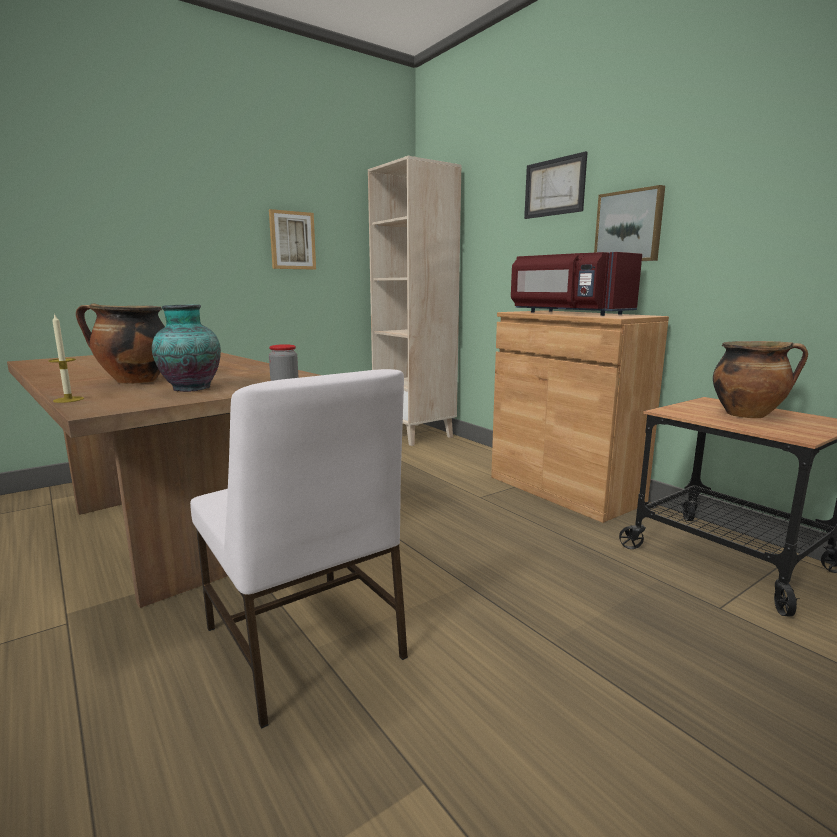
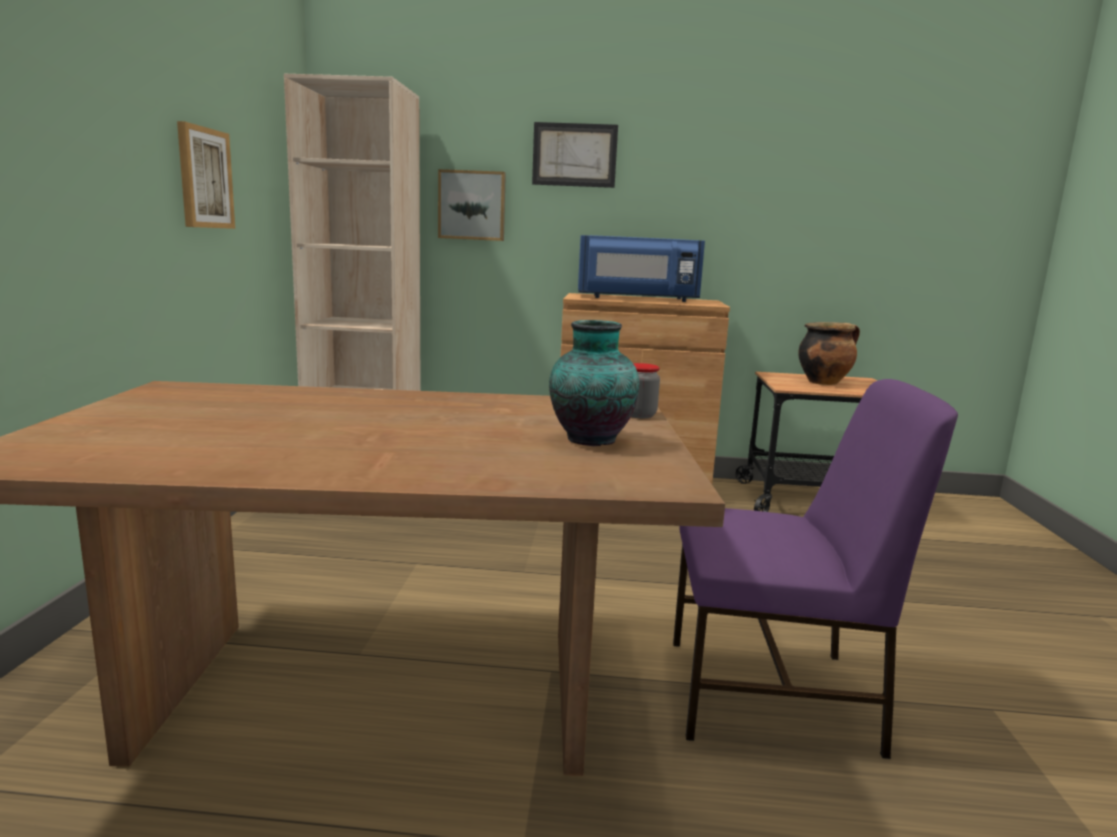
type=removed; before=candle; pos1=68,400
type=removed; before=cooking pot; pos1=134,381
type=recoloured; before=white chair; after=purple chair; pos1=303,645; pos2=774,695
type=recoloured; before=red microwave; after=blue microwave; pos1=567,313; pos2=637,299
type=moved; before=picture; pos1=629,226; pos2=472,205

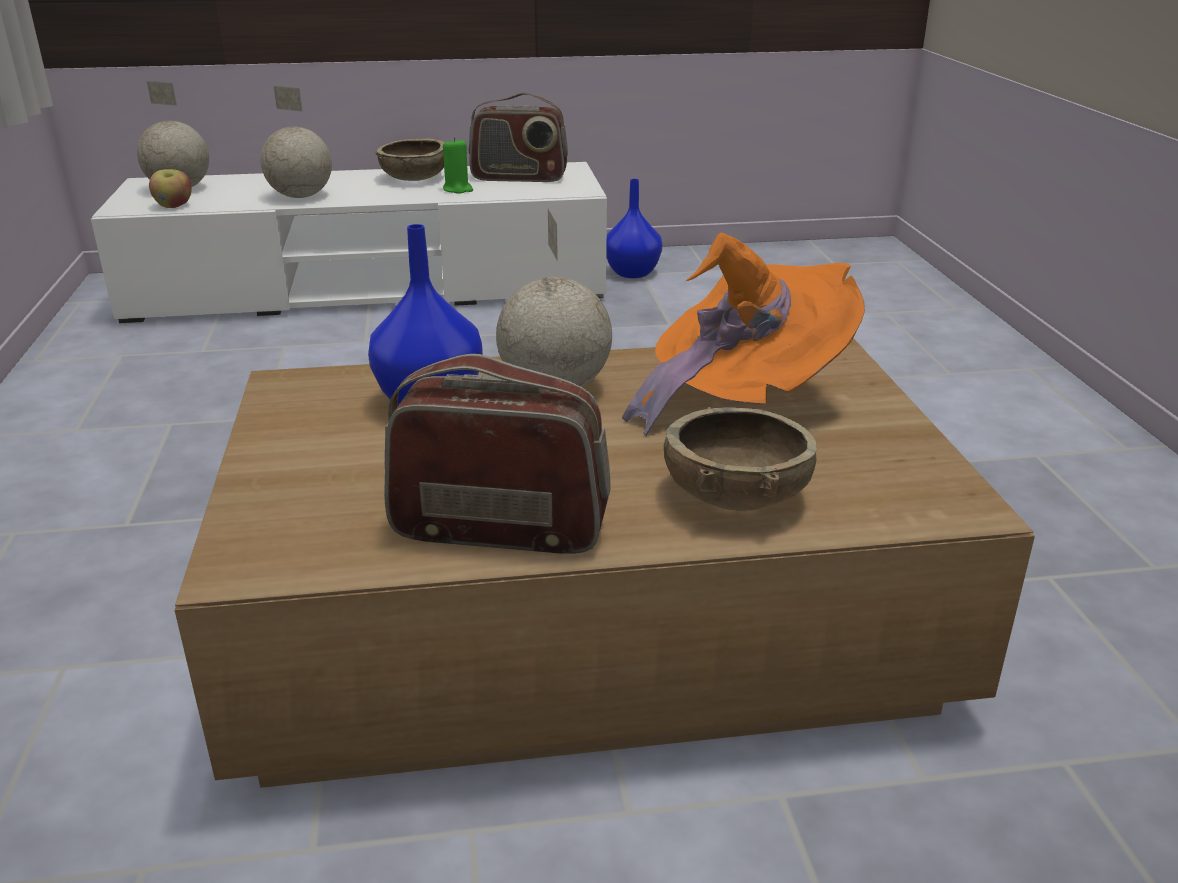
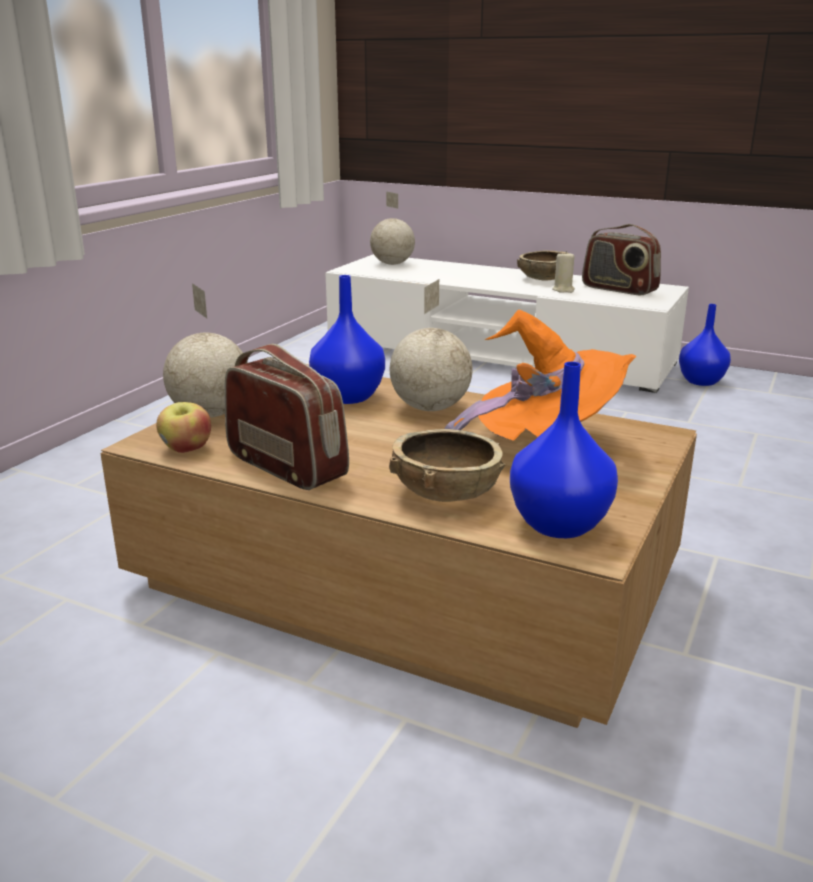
type=moved; before=apple; pos1=174,206; pos2=186,449
type=moved; before=globe; pos1=301,197; pos2=210,415
type=recoloured; before=green candle; after=beige candle; pos1=458,189; pos2=563,290
type=added; after=blue vase; pos2=557,524

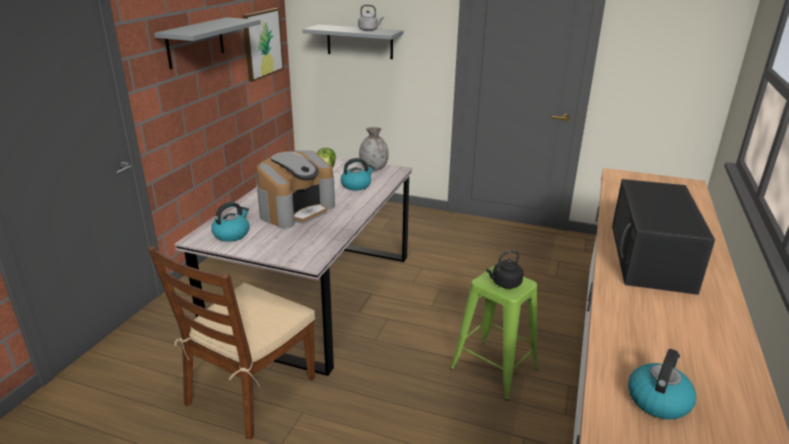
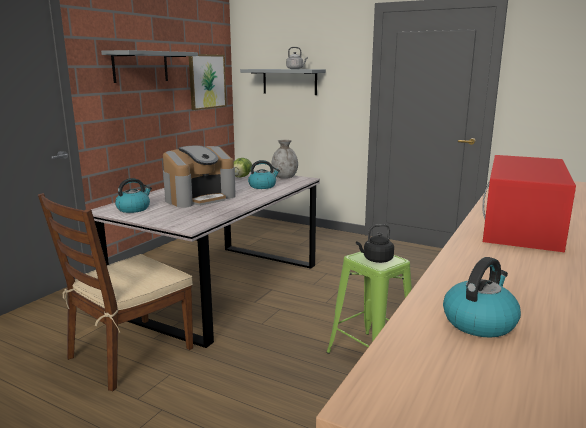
type=recoloured; before=black microwave; after=red microwave; pos1=651,257; pos2=522,226

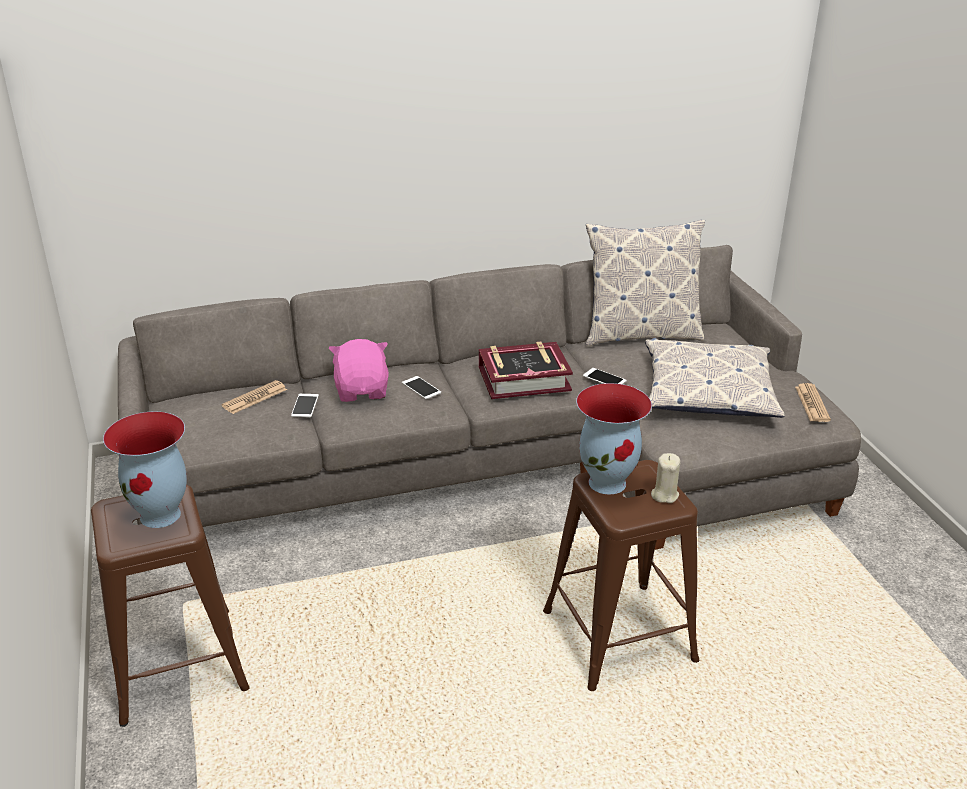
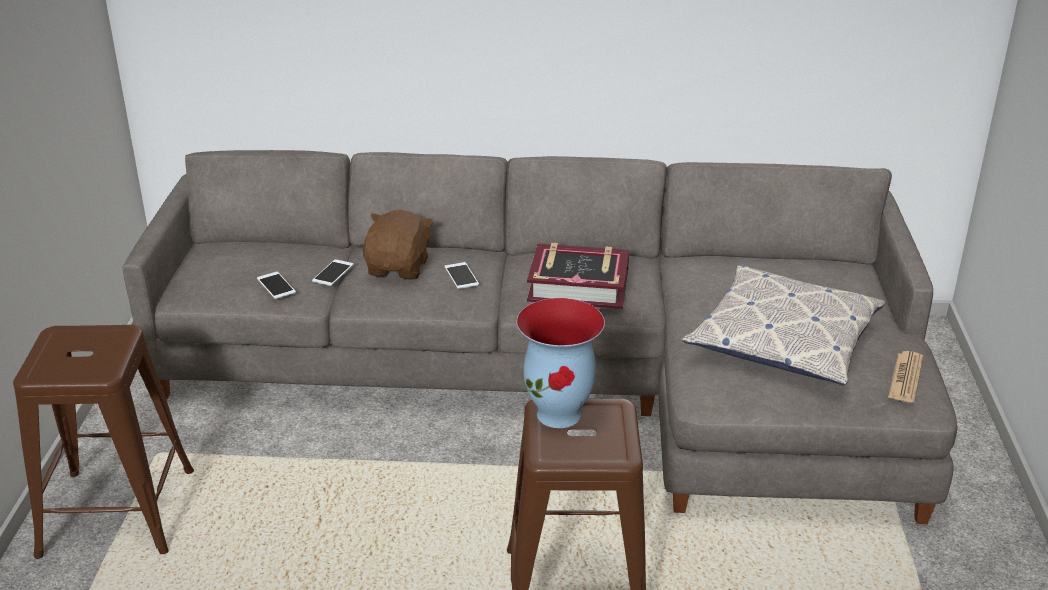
type=removed; before=vase; pos1=162,515
type=removed; before=newspaper; pos1=254,398
type=recoloured; before=pink plush toy; after=brown plush toy; pos1=362,391; pos2=399,268
type=moved; before=phone; pos1=604,378; pos2=276,285
type=removed; before=pillow; pos1=640,334
type=removed; before=beige candle; pos1=664,495

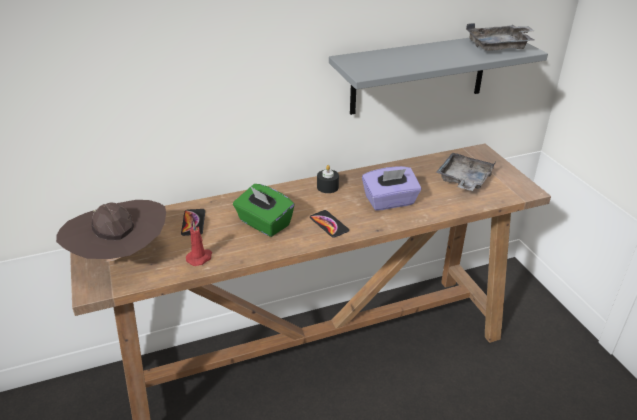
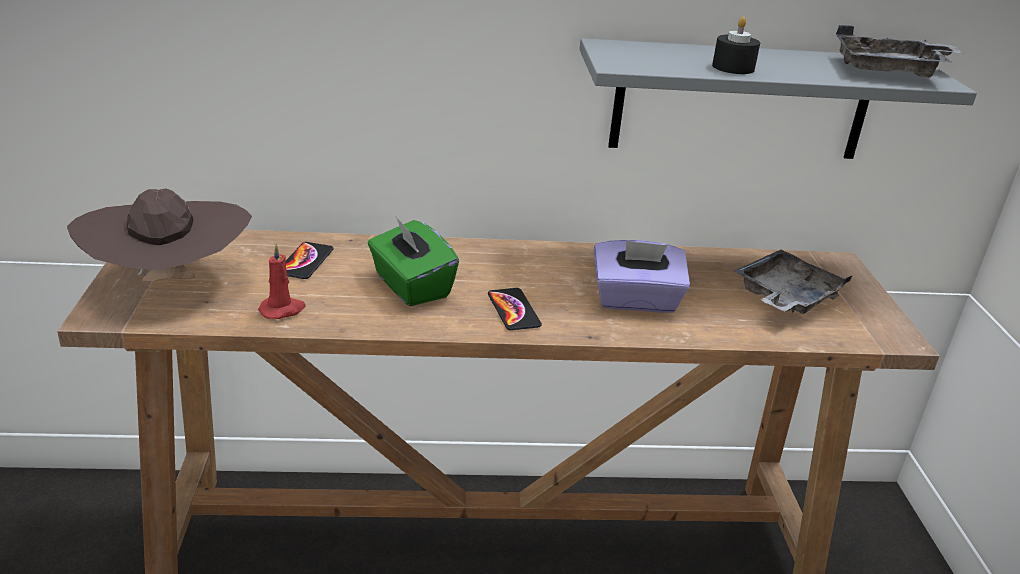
type=moved; before=black candle; pos1=327,187; pos2=733,67

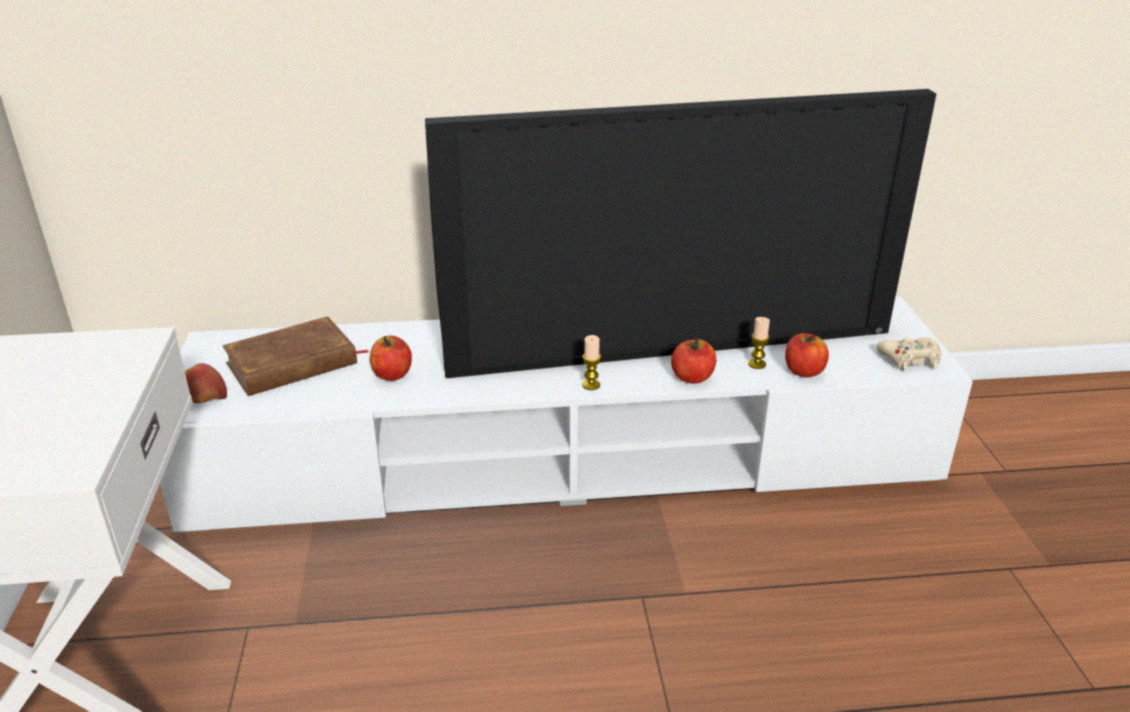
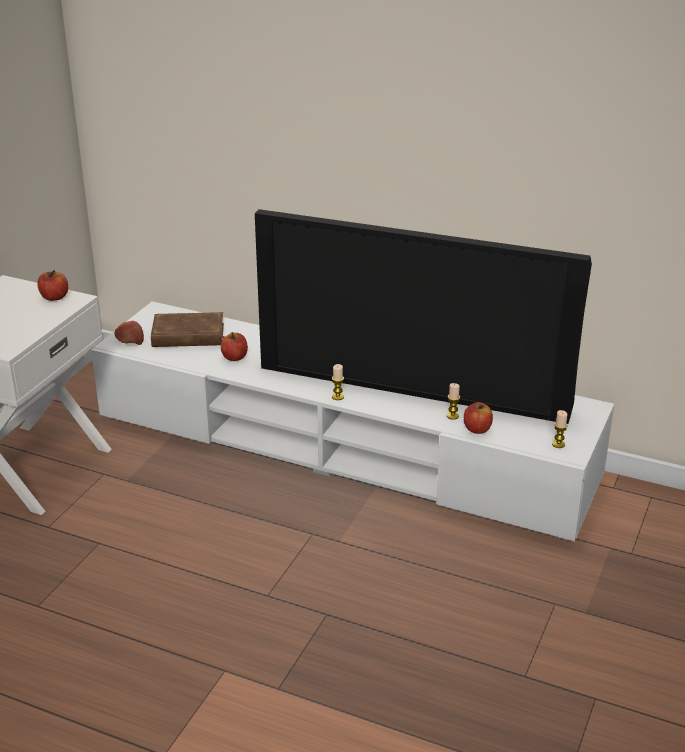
type=moved; before=apple; pos1=692,377; pos2=54,297
type=replaced; before=beige game controller; after=candle; pos1=910,360; pos2=558,444

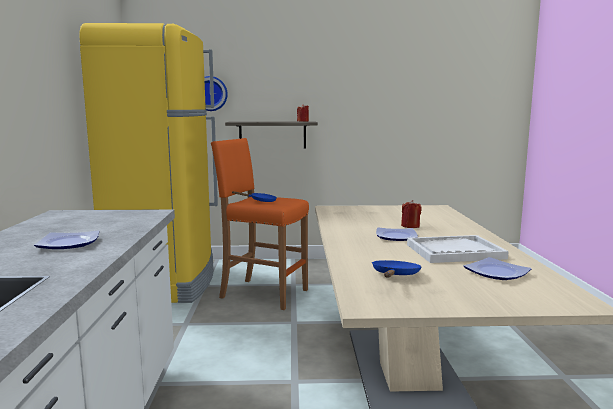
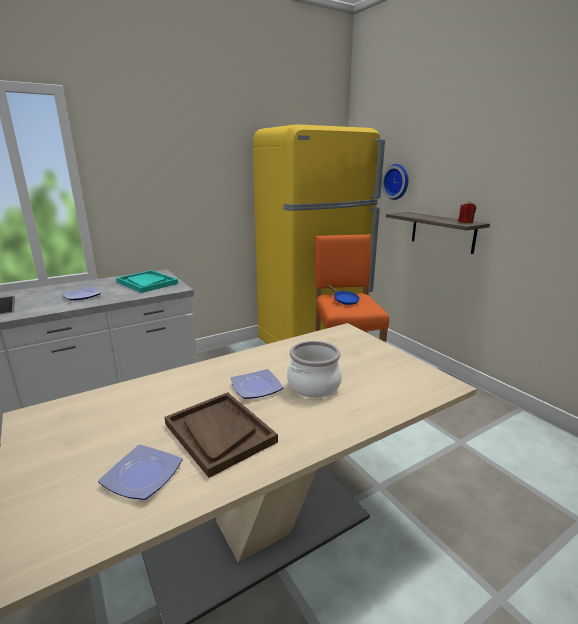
type=removed; before=blue frying pan; pos1=395,276
type=replaced; before=red candle; after=cooking pot; pos1=410,226; pos2=314,386
type=recoloured; before=white tray; after=brown tray; pos1=454,251; pos2=219,433
type=added; after=turquoise tray; pos2=147,283

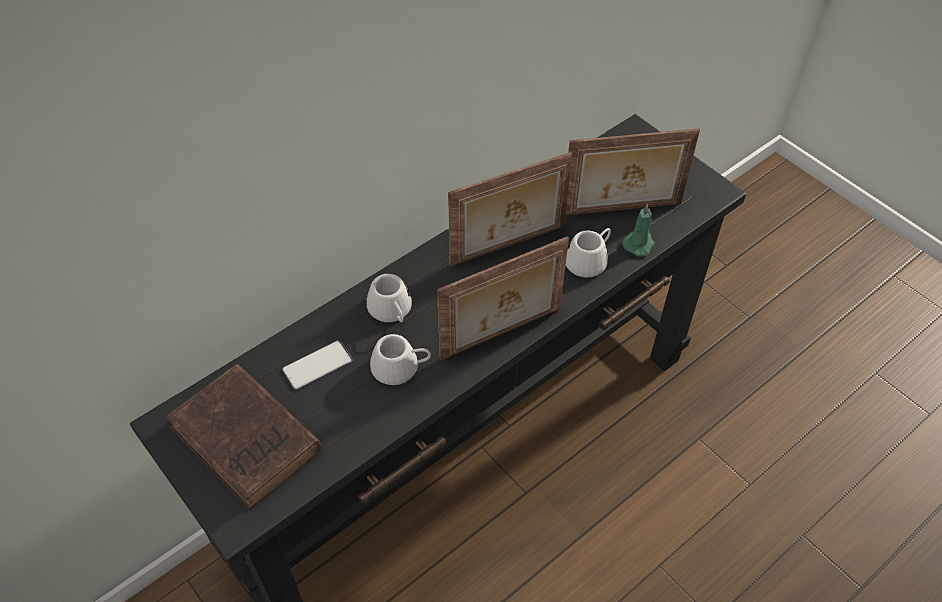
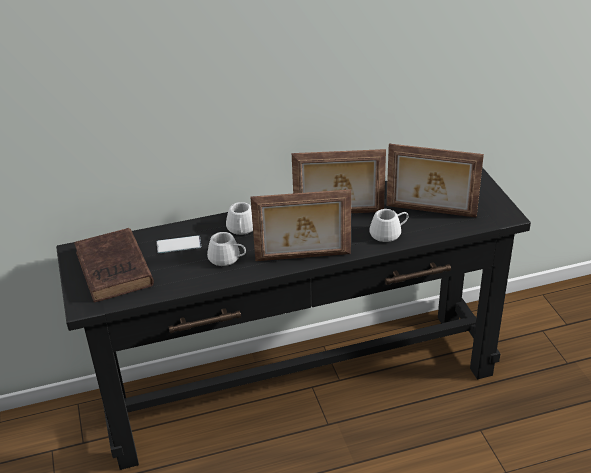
type=removed; before=green candle; pos1=639,243

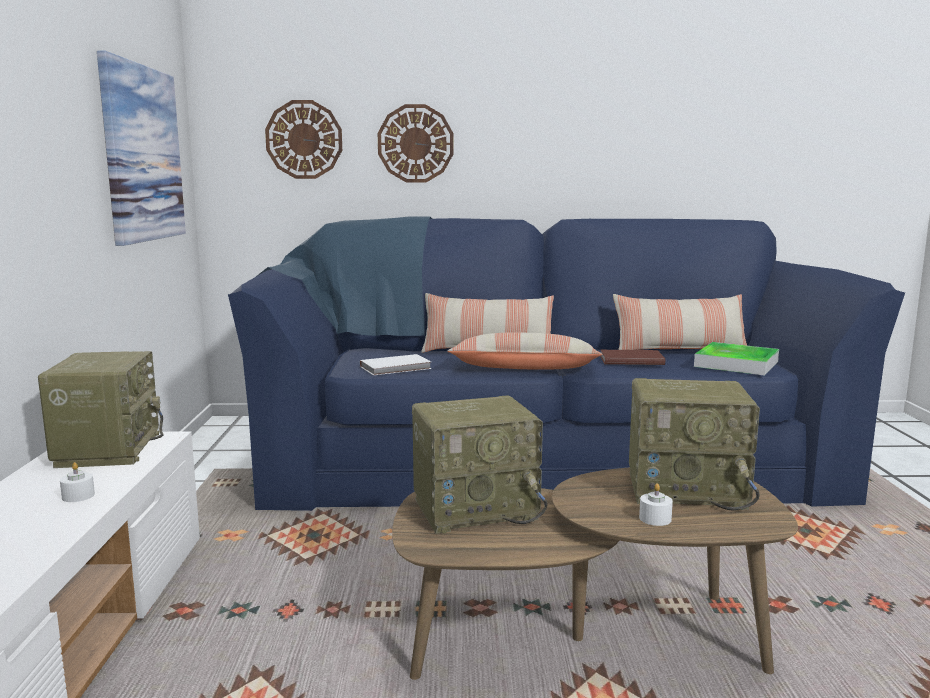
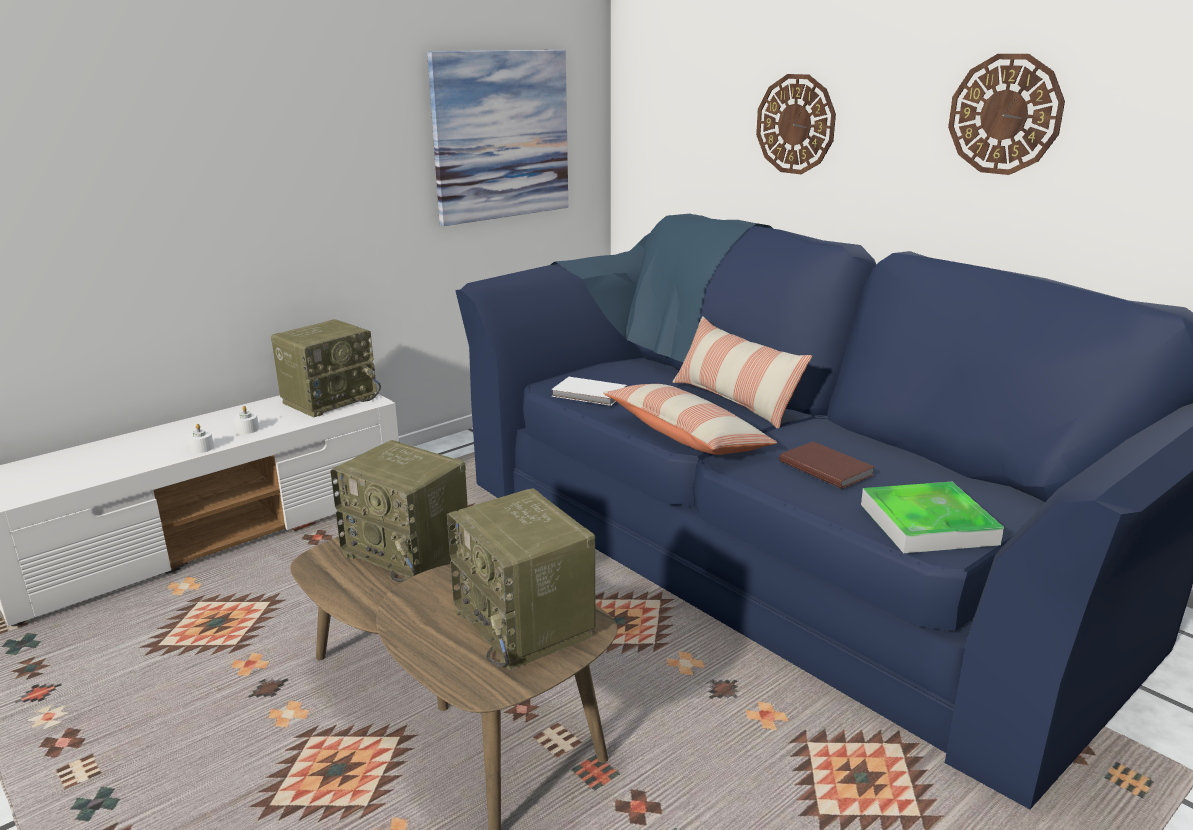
type=moved; before=wall clock; pos1=304,139; pos2=1005,114
type=removed; before=pillow; pos1=679,351
type=moved; before=white candle; pos1=655,518; pos2=202,448

